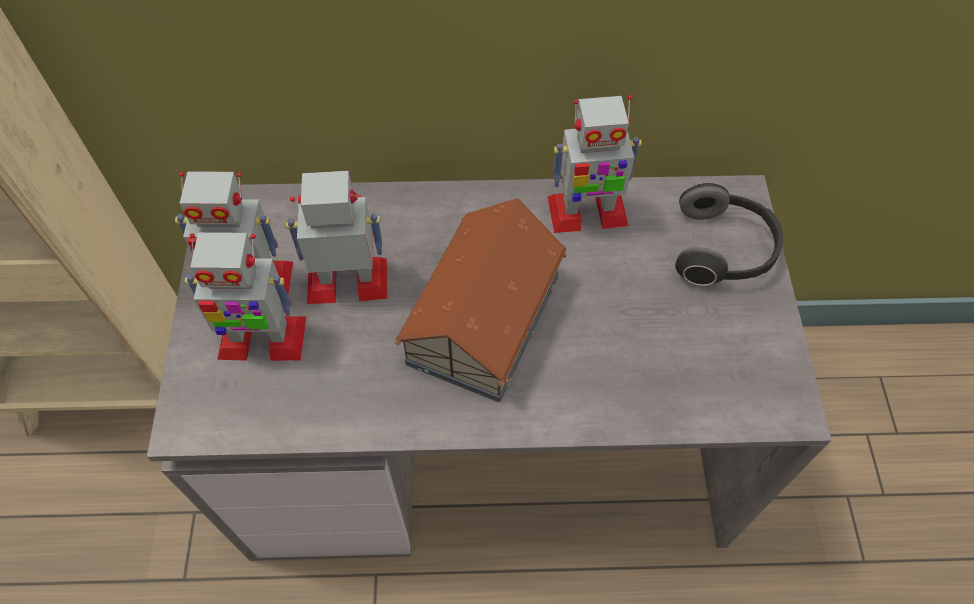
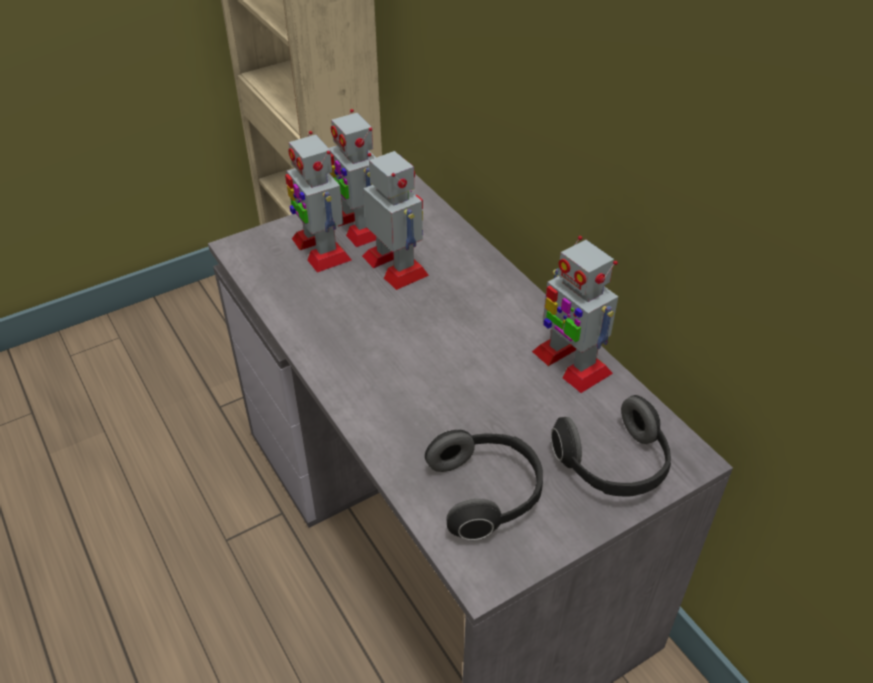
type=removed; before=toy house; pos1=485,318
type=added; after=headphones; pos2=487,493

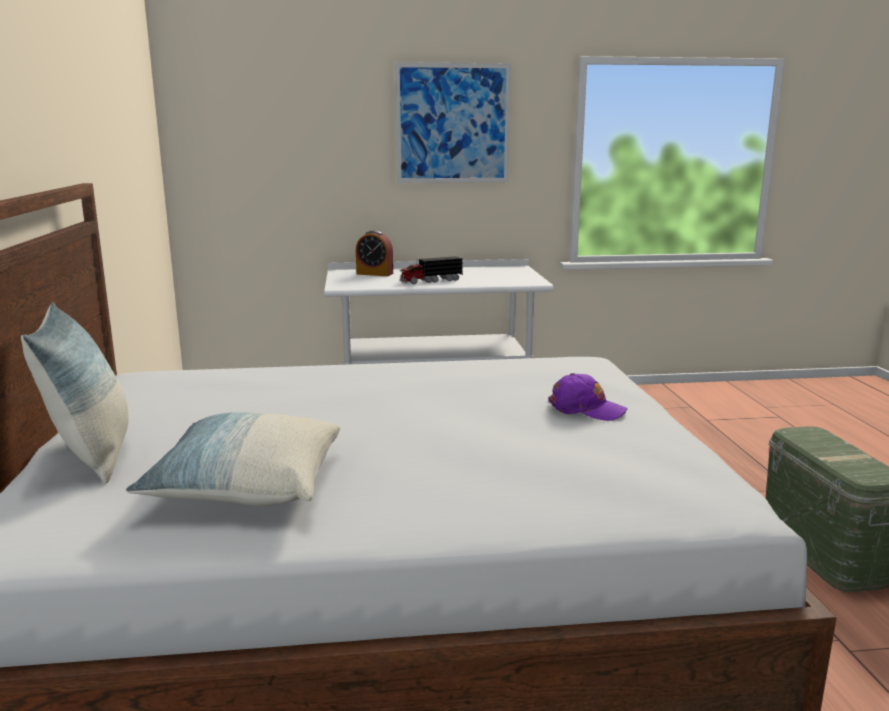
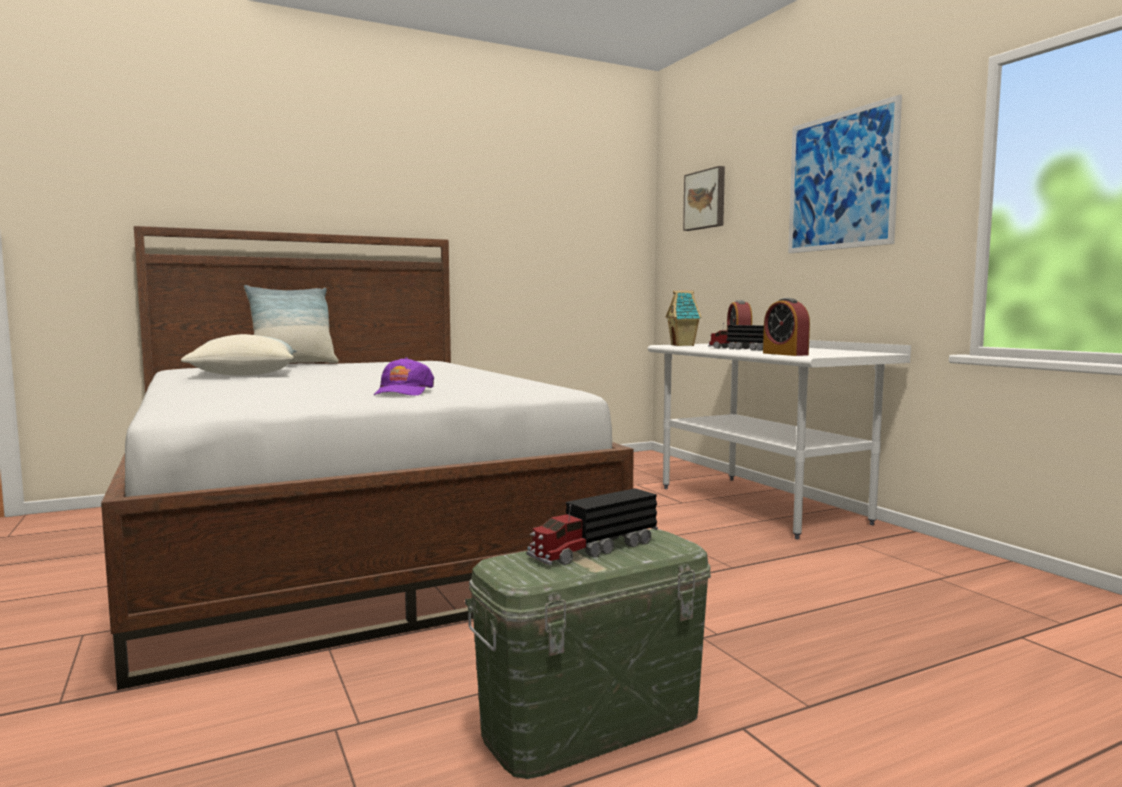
type=added; after=toy truck; pos2=592,549
type=added; after=toy house; pos2=683,345
type=added; after=picture; pos2=706,199
type=added; after=alarm clock; pos2=785,354

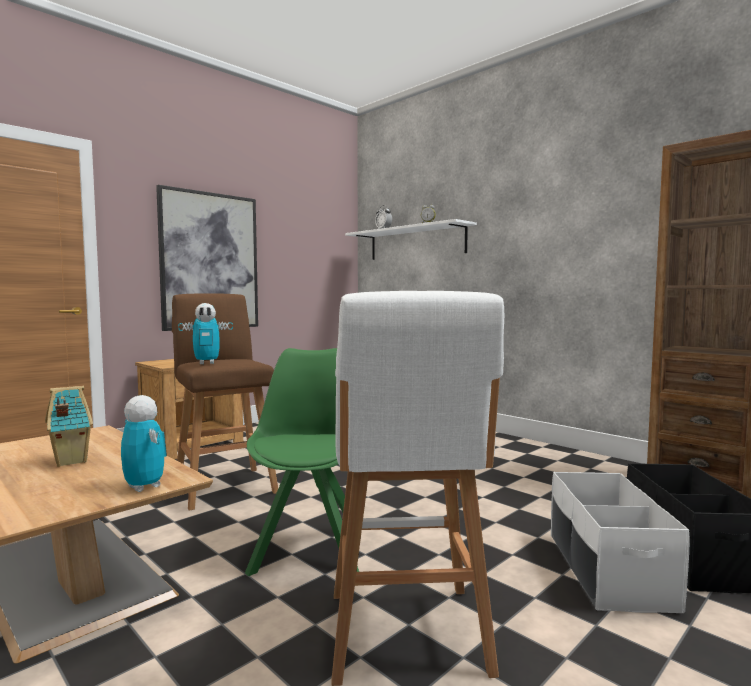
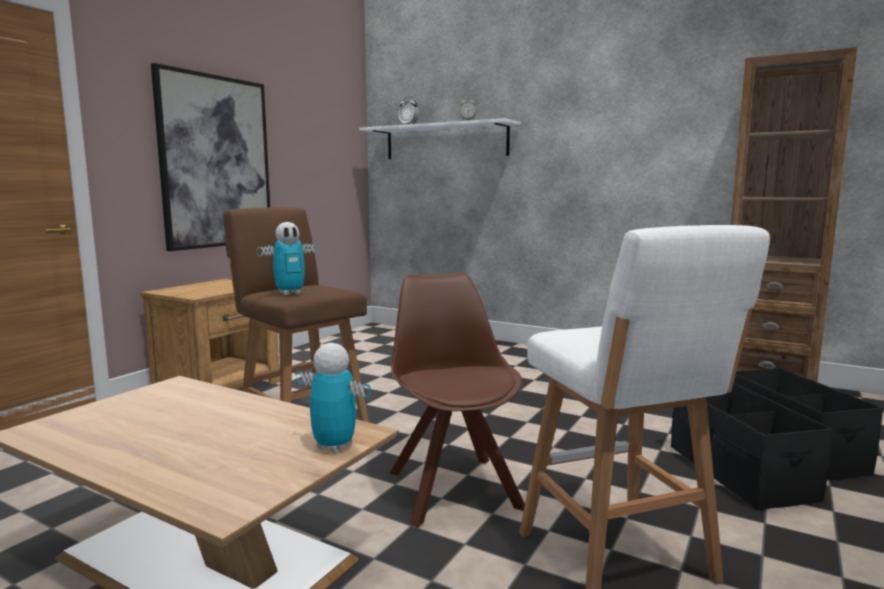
type=removed; before=toy house; pos1=69,461
type=recoloured; before=green chair; after=brown chair; pos1=309,546; pos2=453,487
type=recoloured; before=white storage box; after=black storage box; pos1=607,570; pos2=739,472

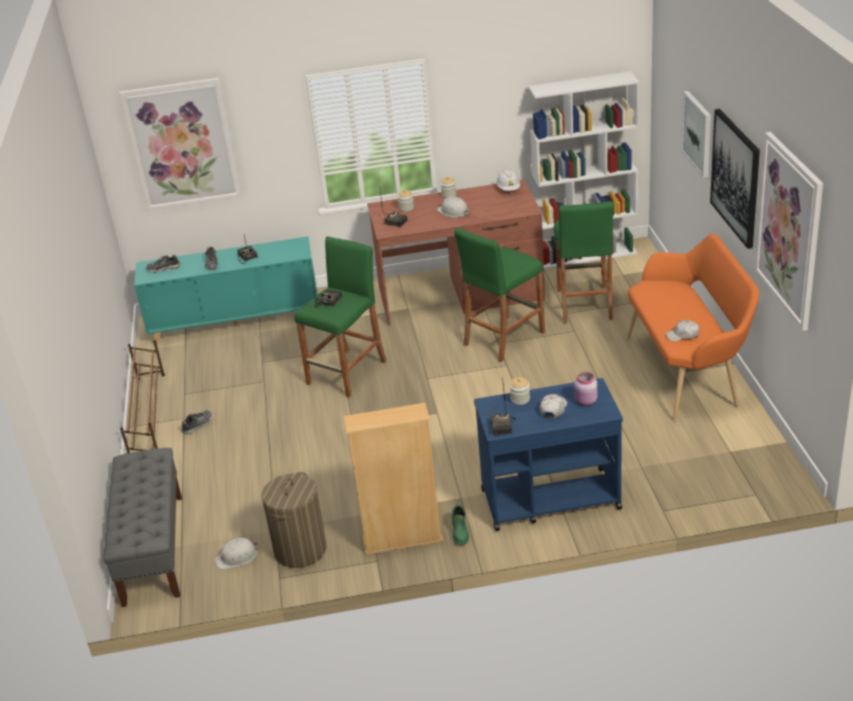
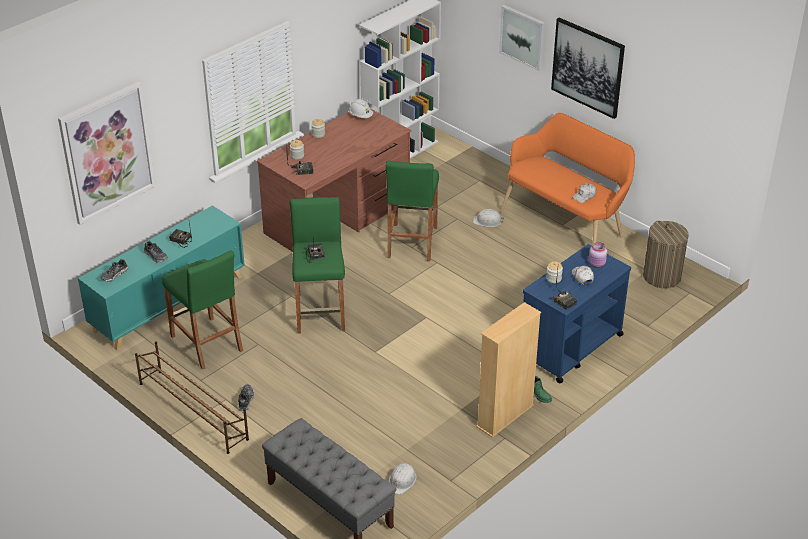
type=moved; before=laundry basket; pos1=300,550; pos2=662,276
type=moved; before=white hard hat; pos1=453,211; pos2=487,221
type=moved; before=green stool; pos1=584,304; pos2=206,343
type=removed; before=picture; pos1=789,230

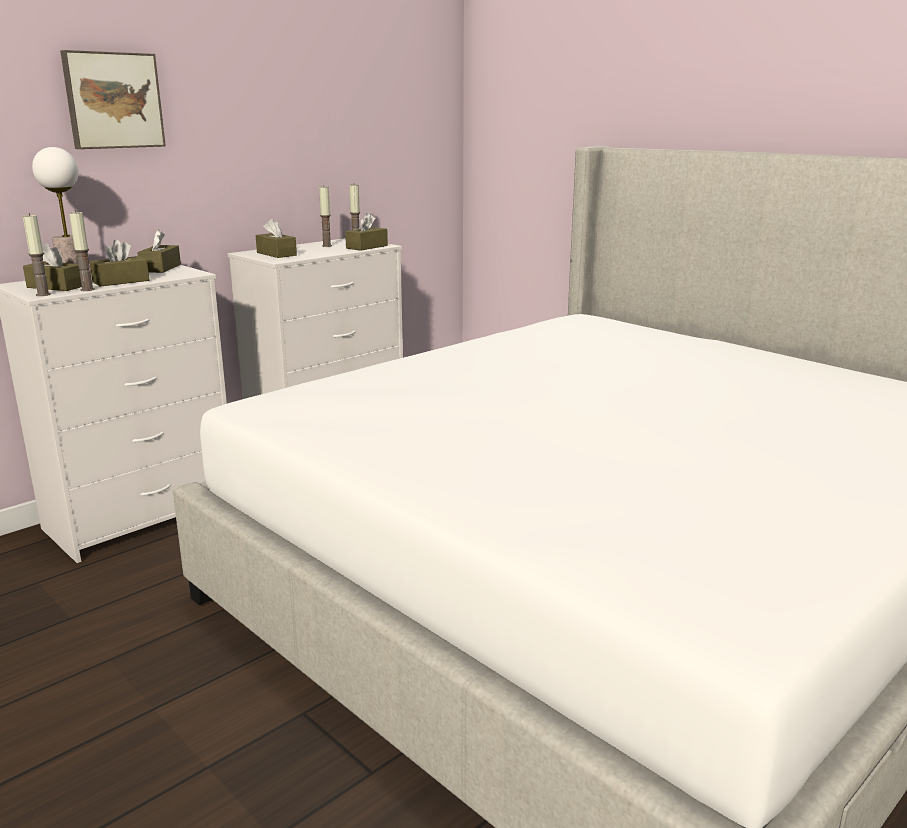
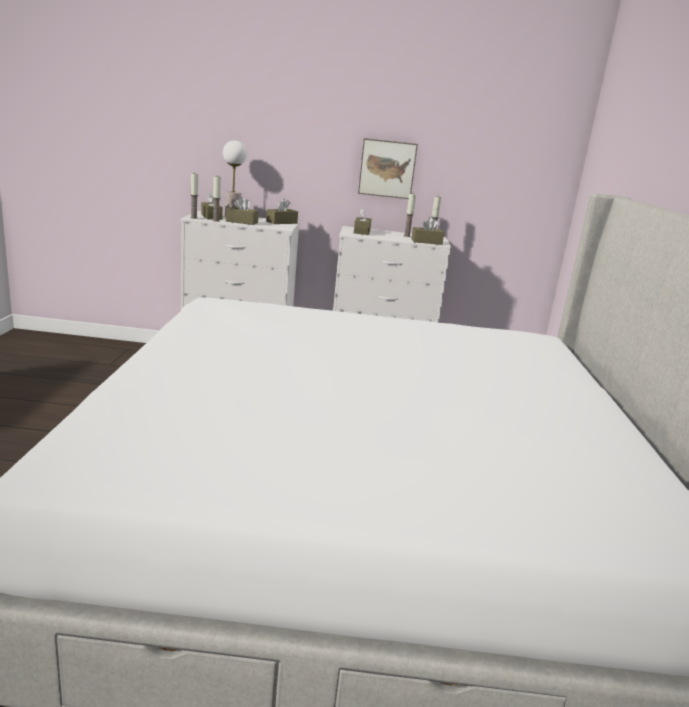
type=moved; before=picture; pos1=113,100; pos2=387,168

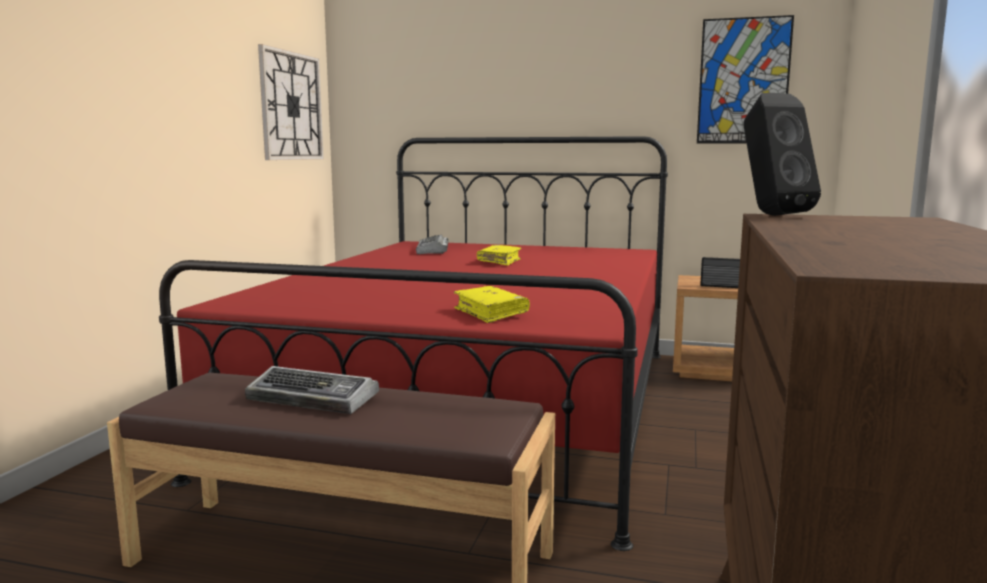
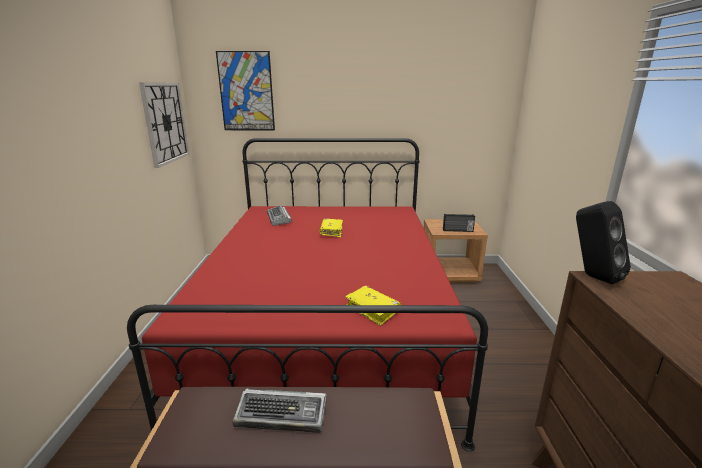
type=moved; before=picture; pos1=743,81; pos2=246,92

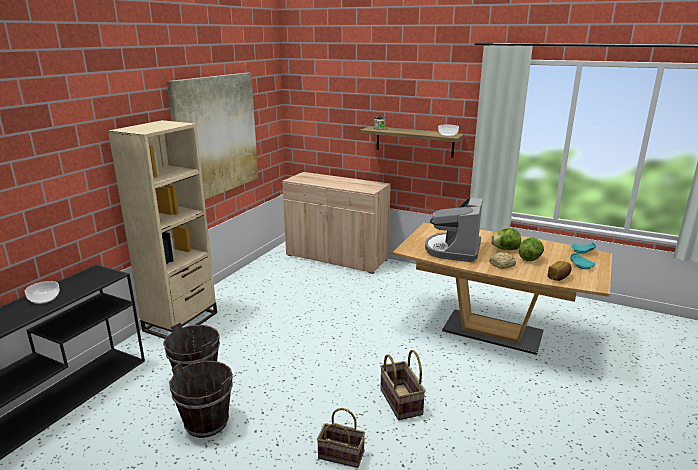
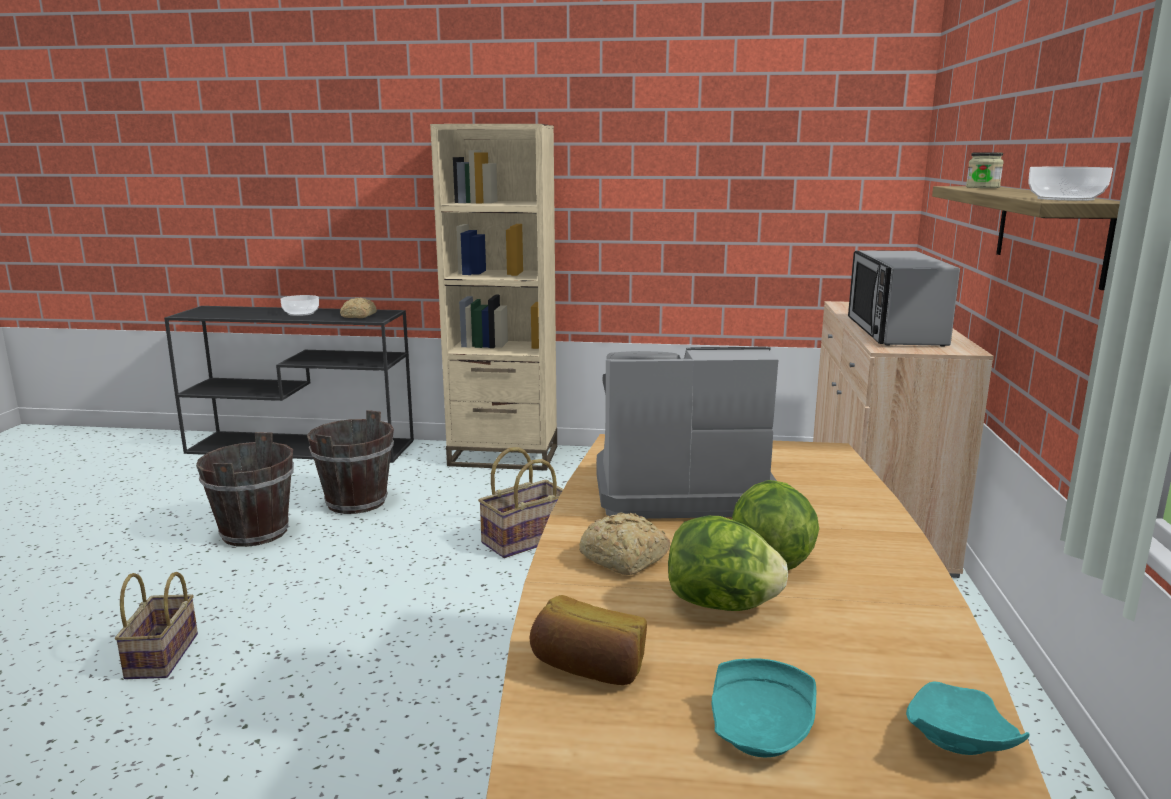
type=removed; before=picture; pos1=216,135
type=moved; before=basket; pos1=400,401; pos2=525,539
type=added; after=bread; pos2=358,316
type=added; after=microwave; pos2=894,332

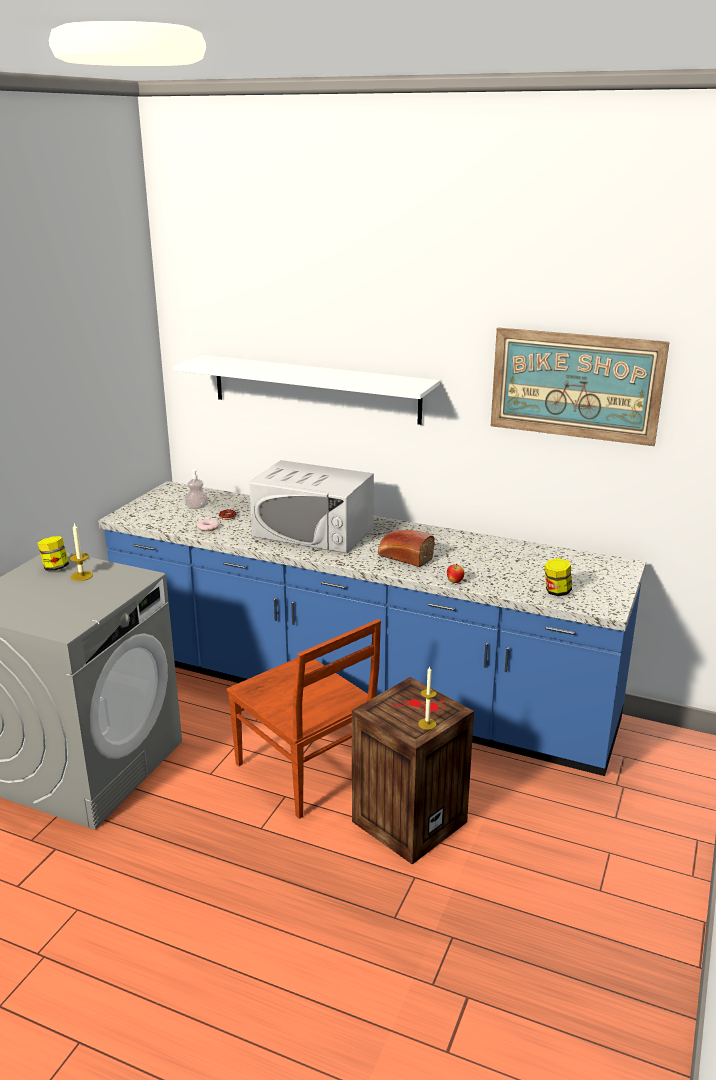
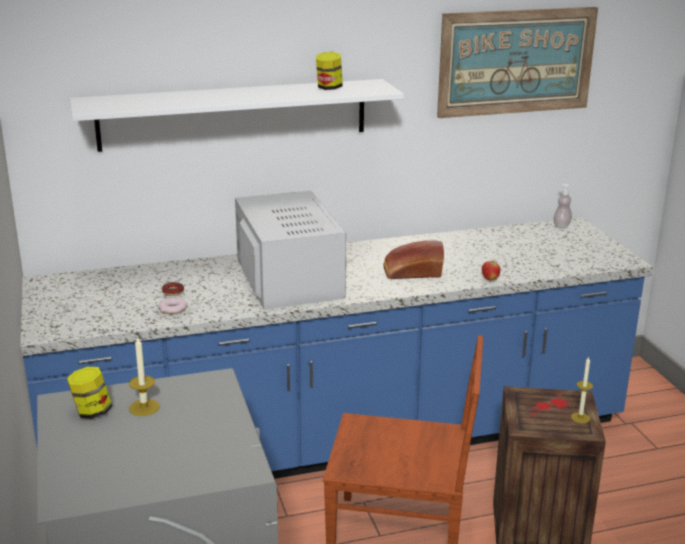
type=moved; before=soap dispenser; pos1=197,507; pos2=561,226
type=turned; before=white microwave; pos1=313,531; pos2=289,277; turn=-90
type=moved; before=jar; pos1=556,592; pos2=329,88

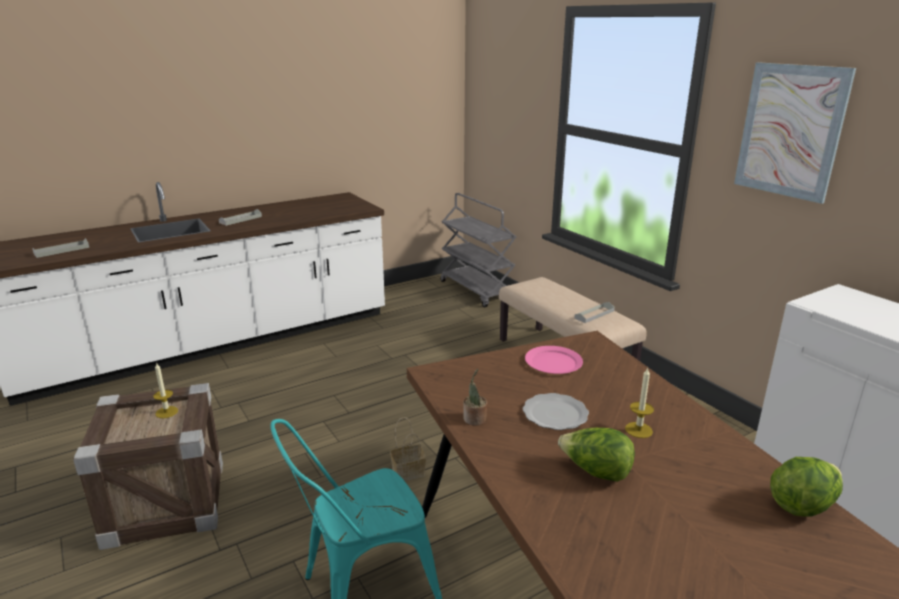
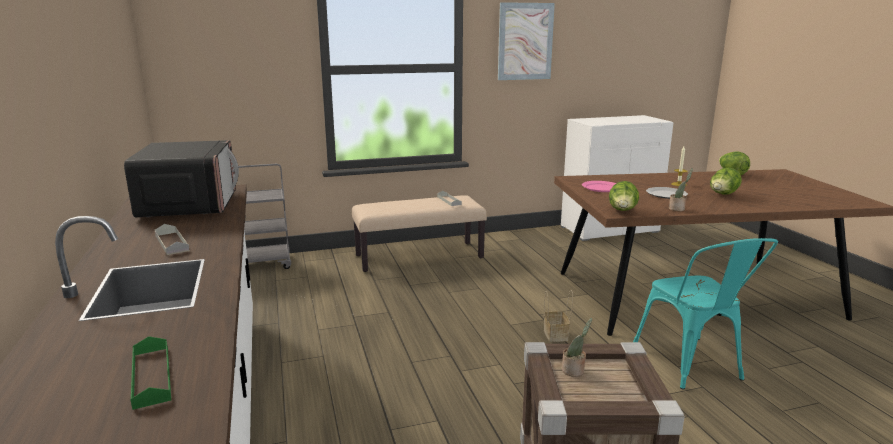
type=recoloured; before=grey tray; after=green tray; pos1=61,250; pos2=151,376
type=replaced; before=candle; after=potted plant; pos1=166,412; pos2=574,371
type=added; after=microwave; pos2=190,205
type=added; after=lettuce; pos2=622,211

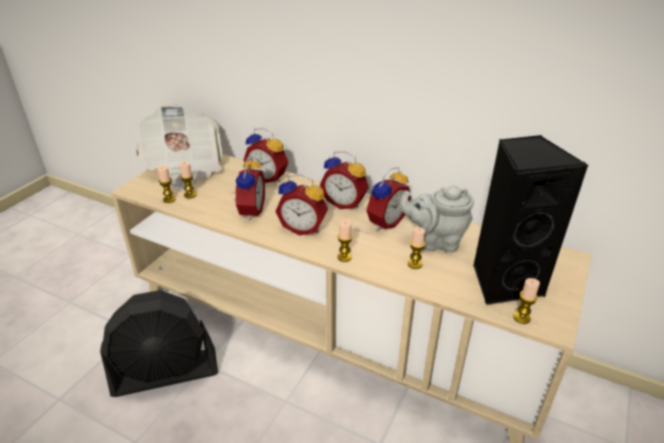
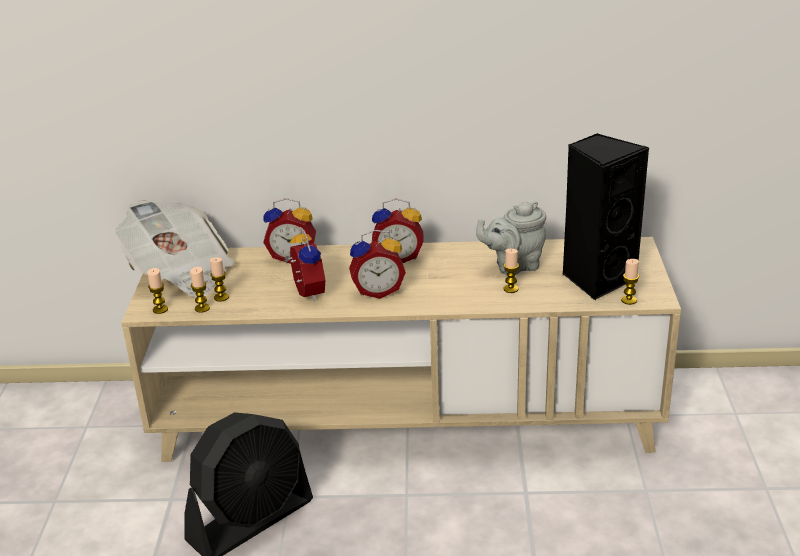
type=moved; before=candle; pos1=344,257; pos2=160,309
type=removed; before=alarm clock; pos1=384,222

